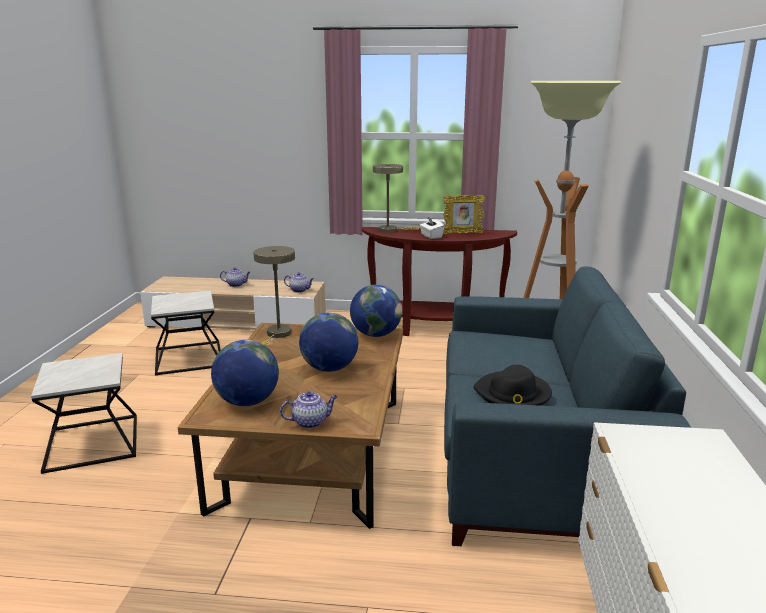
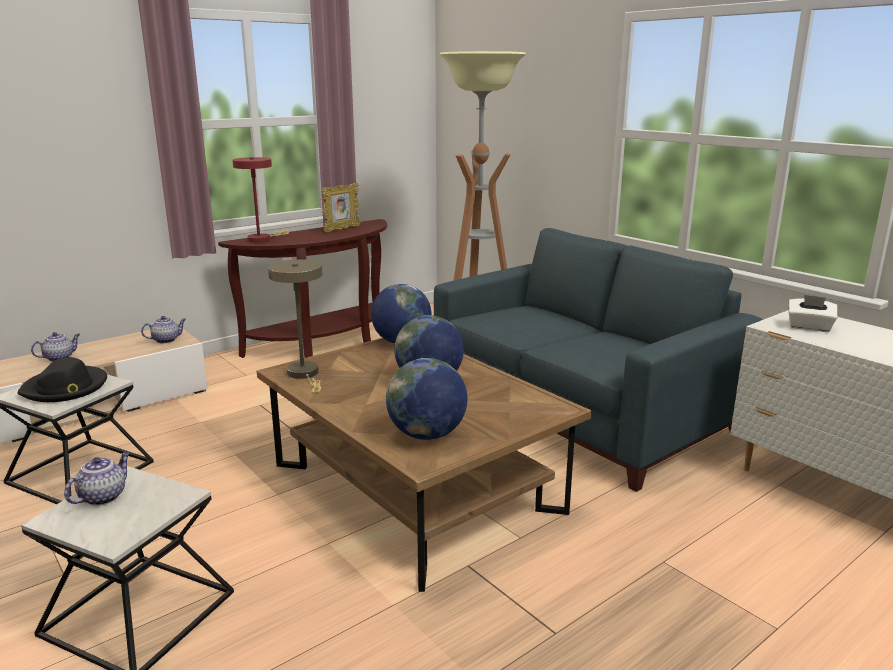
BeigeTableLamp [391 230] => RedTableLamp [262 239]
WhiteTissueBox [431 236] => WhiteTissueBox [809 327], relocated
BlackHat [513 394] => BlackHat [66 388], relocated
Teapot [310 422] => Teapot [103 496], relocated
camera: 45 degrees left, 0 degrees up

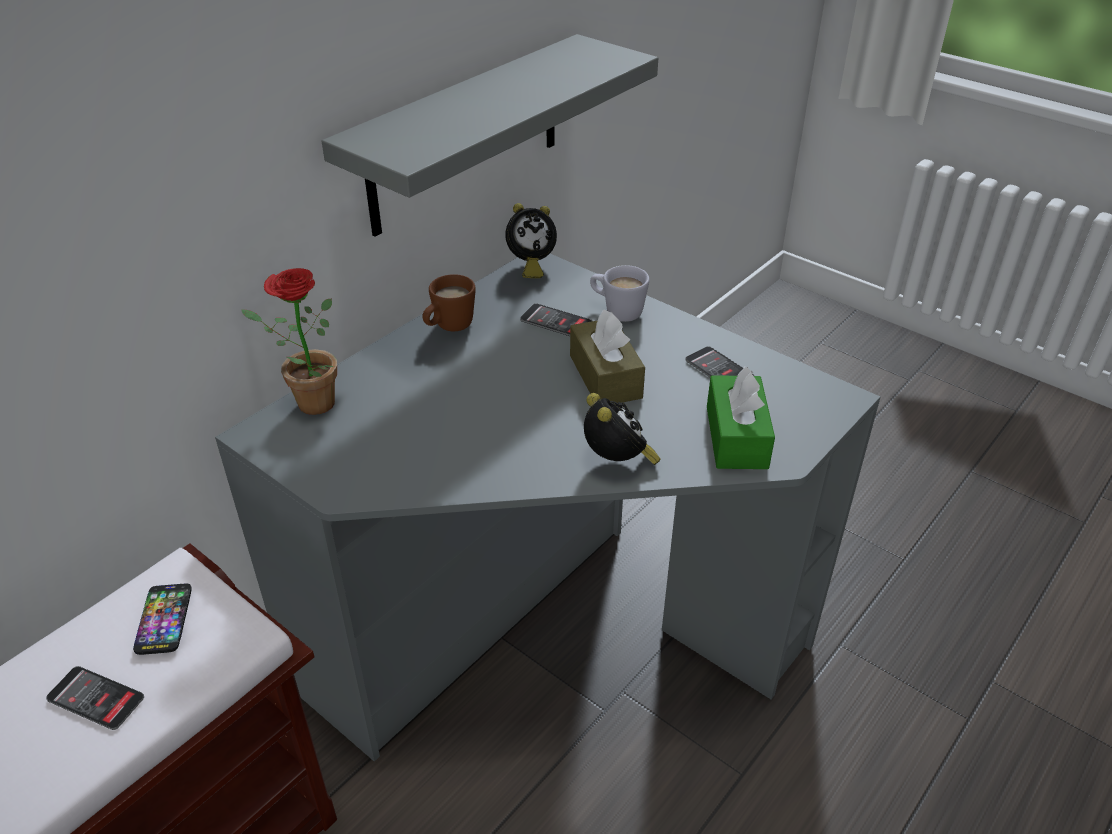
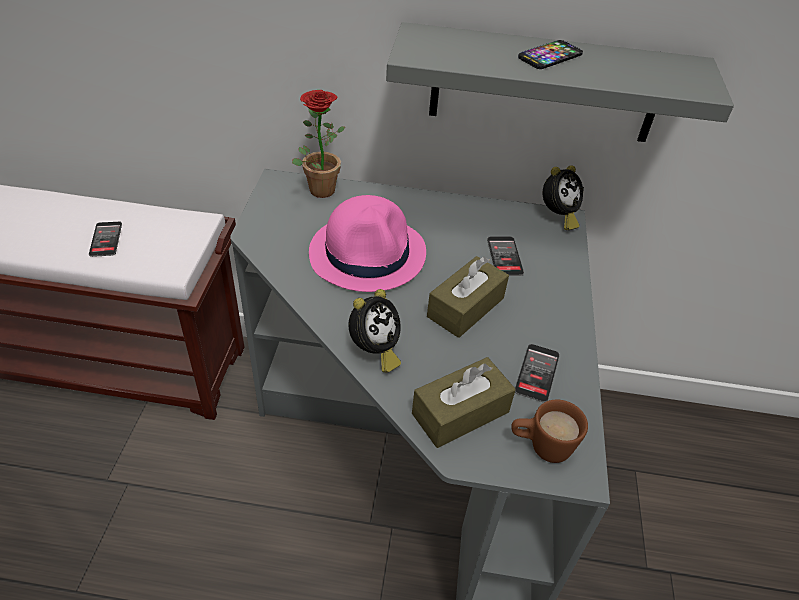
AlarmClock [530 265] => AlarmClock [557 217], 75 degrees counterclockwise
WhiteMug [617 311] => nothing
BrownMug [448 327] => BrownMug [541 447], relocated
GreenTissueBox [736 437] => BrownTissueBox [460 413]
Phone [164 619] => Phone [550 56], relocated
nothing => PinkHat [368 253]
camera: 55 degrees right, 5 degrees up

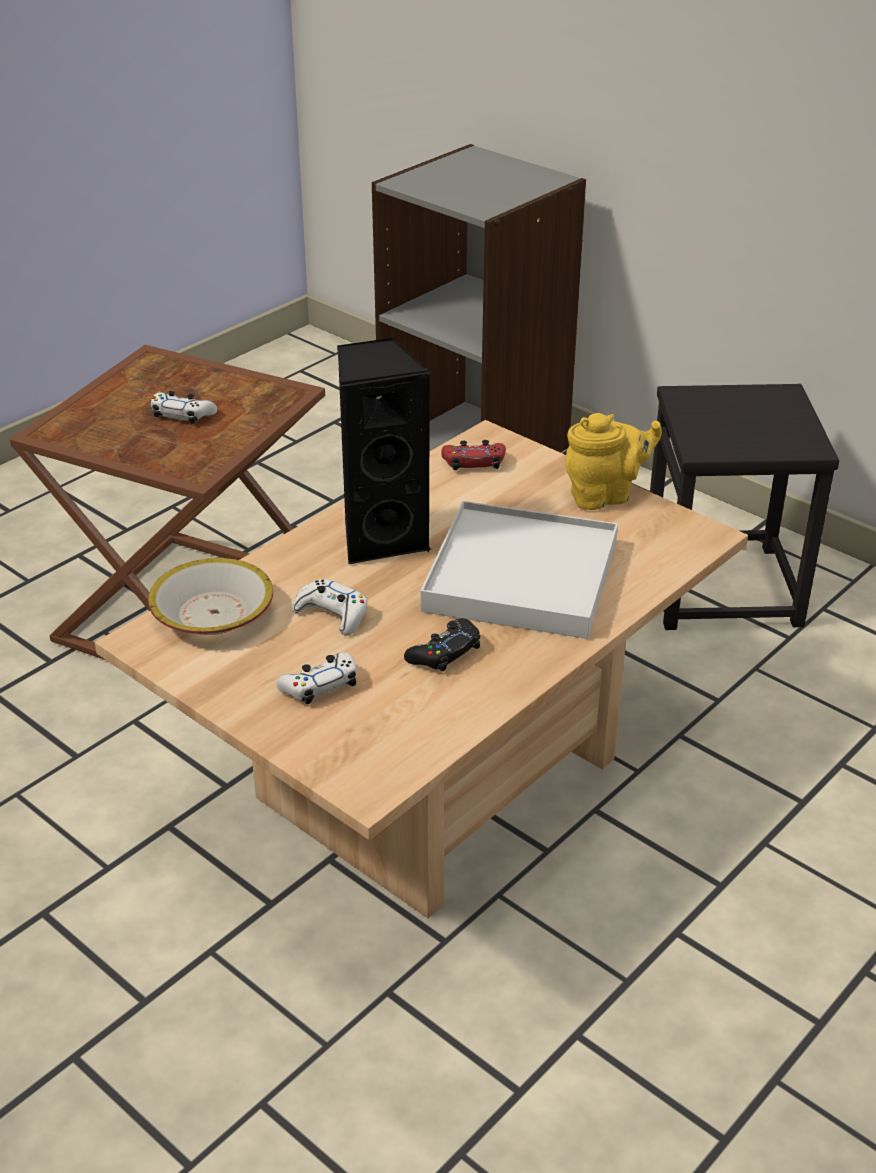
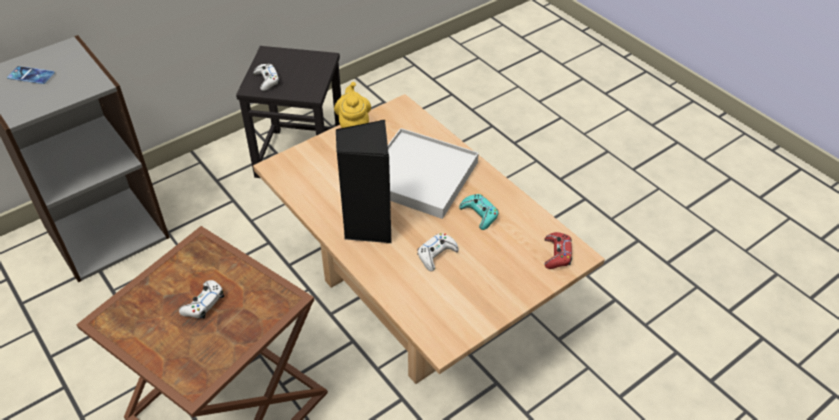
RedGameController [474 462] => RedGameController [557 254], relocated
Bowl [214 614] => nothing
BlackGameController [444 653] => TurquoiseGameController [479 214]
WhiteGameController [320 685] => WhiteGameController [267 80], relocated
nothing => Phone [31 75]
camera: 80 degrees left, 10 degrees up

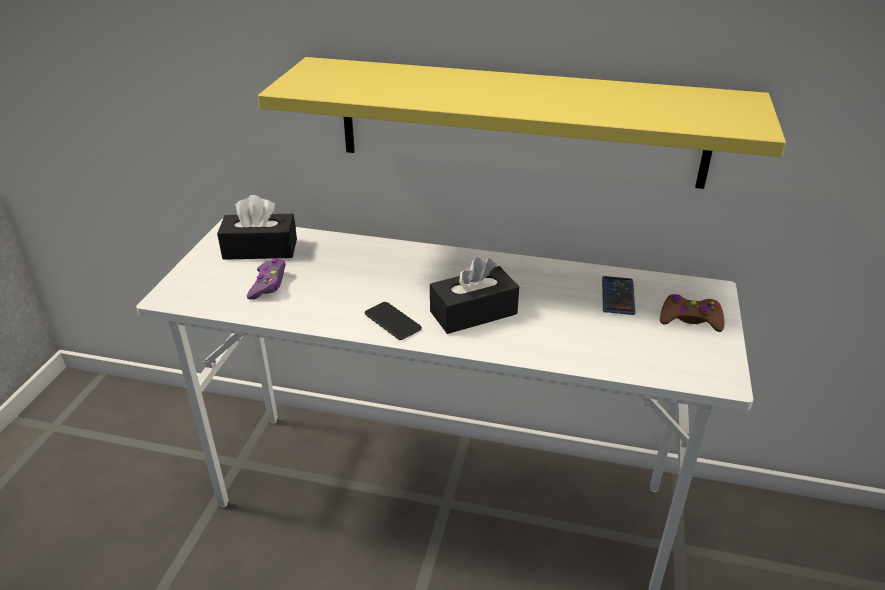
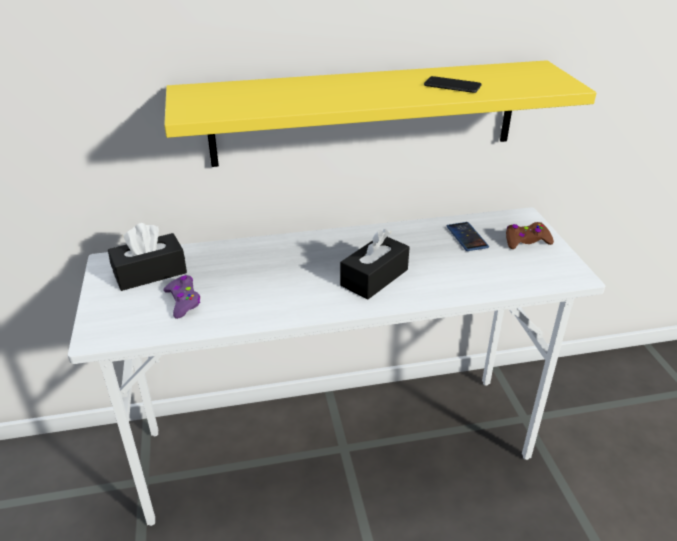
Phone [392 321] => Phone [452 86], relocated
camera: 25 degrees left, 0 degrees up

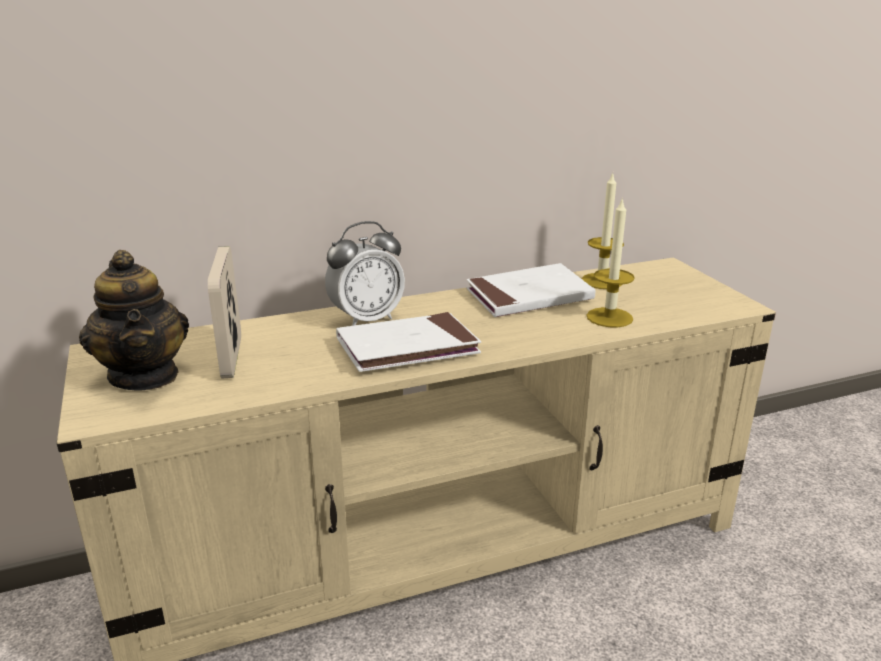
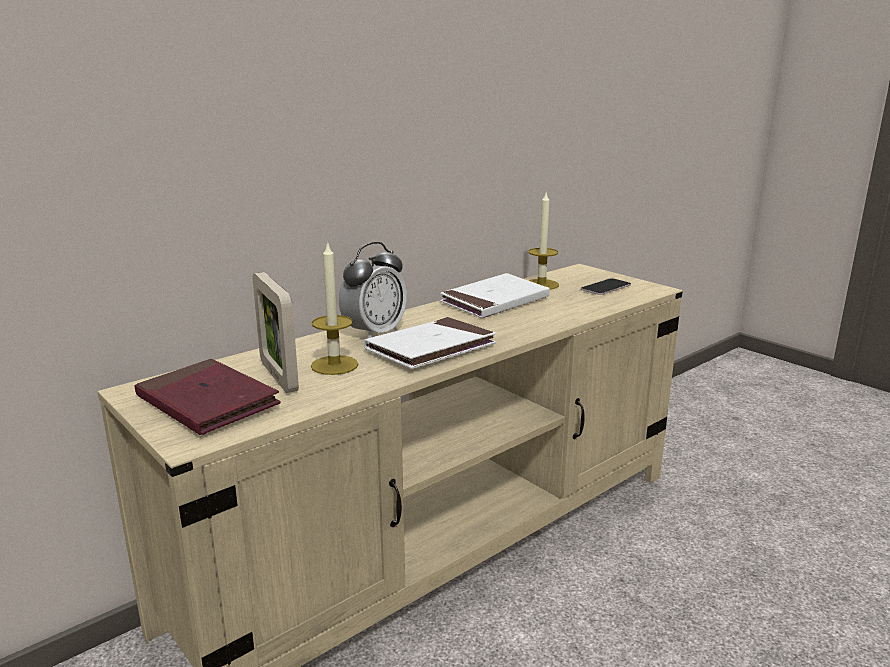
Candle [609 317] => Candle [334 365], relocated
Teapot [145 375] => RedBook [207 402]
nothing => Phone [605 288]
camera: 20 degrees left, 5 degrees down

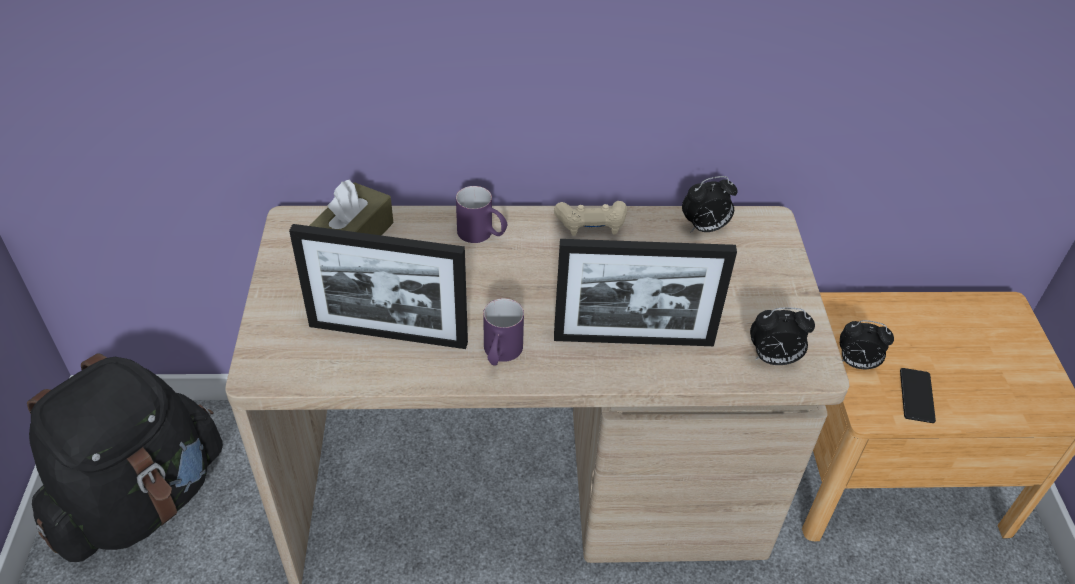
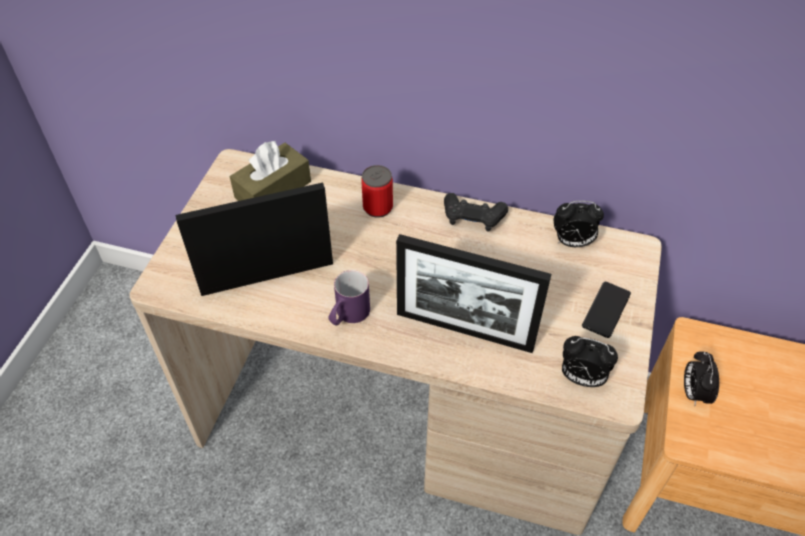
PurpleMug [482 235] => Can [378 207]
BeigeGameController [591 225] => BlackGameController [473 218]
PictureFrame [388 334] => PictureFrame [267 277], 135 degrees clockwise
AlarmClock [856 363] => AlarmClock [693 392], 60 degrees clockwise
BlackBackpack [143 500] => nothing
Phone [916 396] => Phone [606 310], relocated
camera: 20 degrees right, 5 degrees up

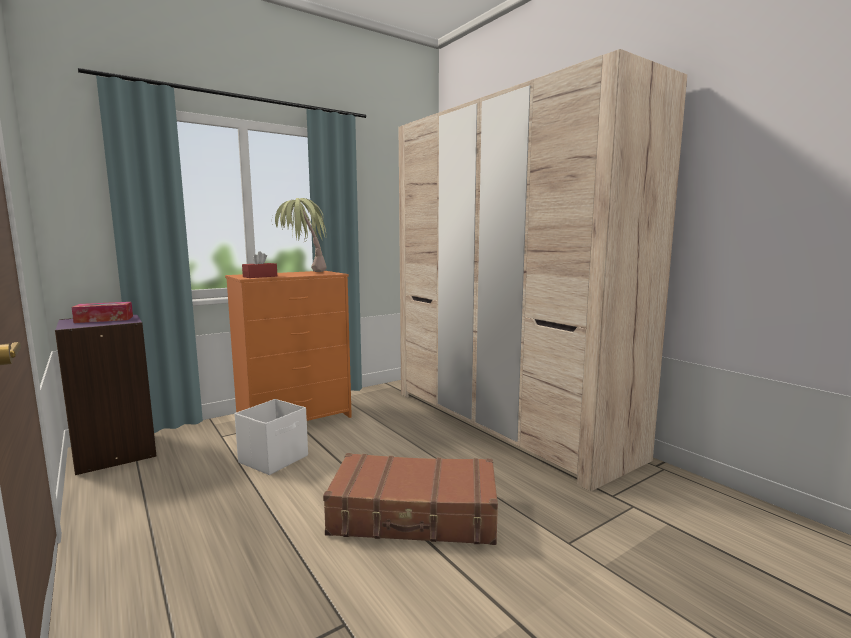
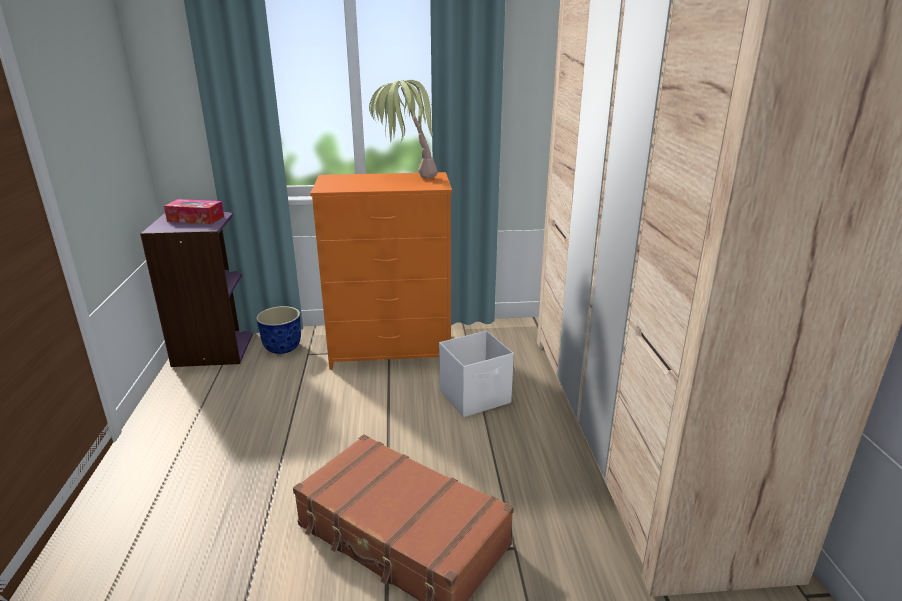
RedTissueBox [260 276] => nothing
WhiteStorageBox [274 459] => WhiteStorageBox [475 397], relocated
nothing => Planter [283 348]
camera: 30 degrees right, 15 degrees up

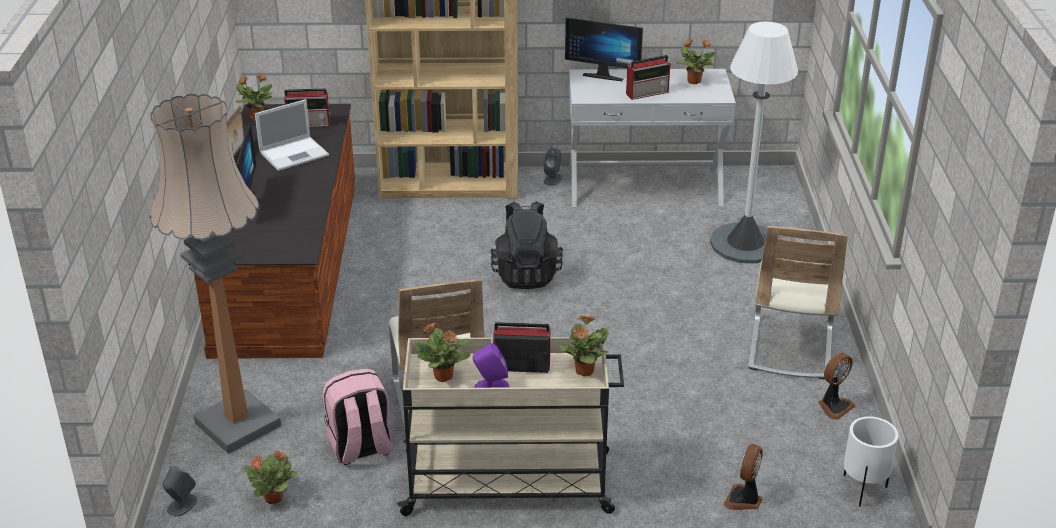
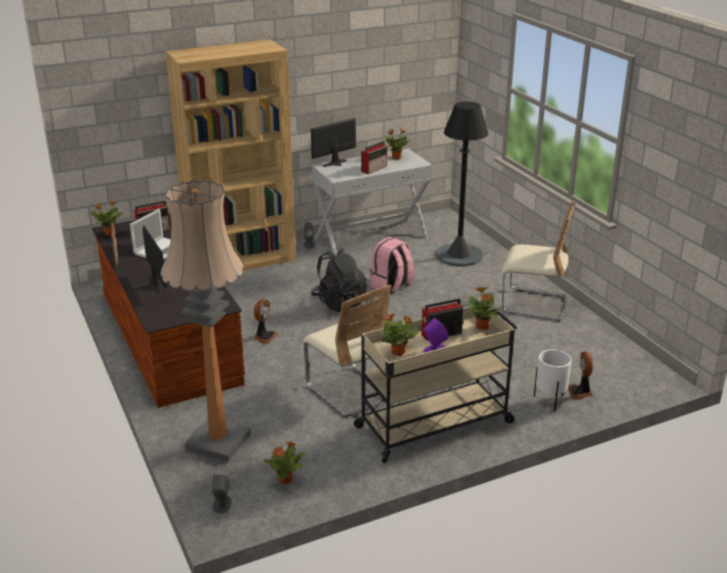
Monitor [604 75] => Monitor [337 164], 150 degrees clockwise
WhiteFloorLamp [745 243] => BlackFloorLamp [459 255]
BeigeChair [790 347] => BeigeChair [533 304], 60 degrees counterclockwise
Fan [834 406] => Fan [264 336], relocated
PinkBackpack [360 448] => PinkBackpack [391 286], relocated
WhitePlanter [863 490] => WhitePlanter [550 402], relocated
camera: 25 degrees left, 5 degrees down

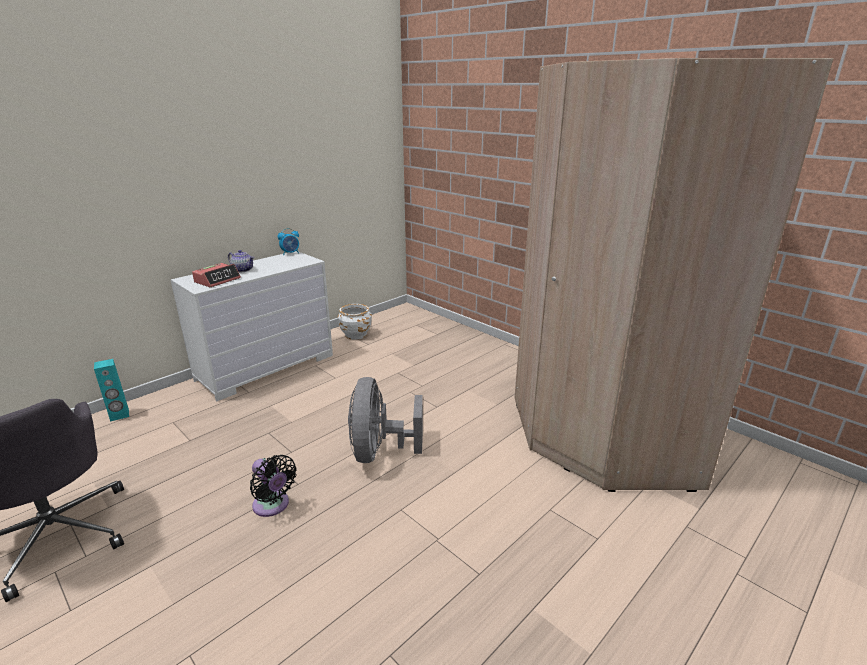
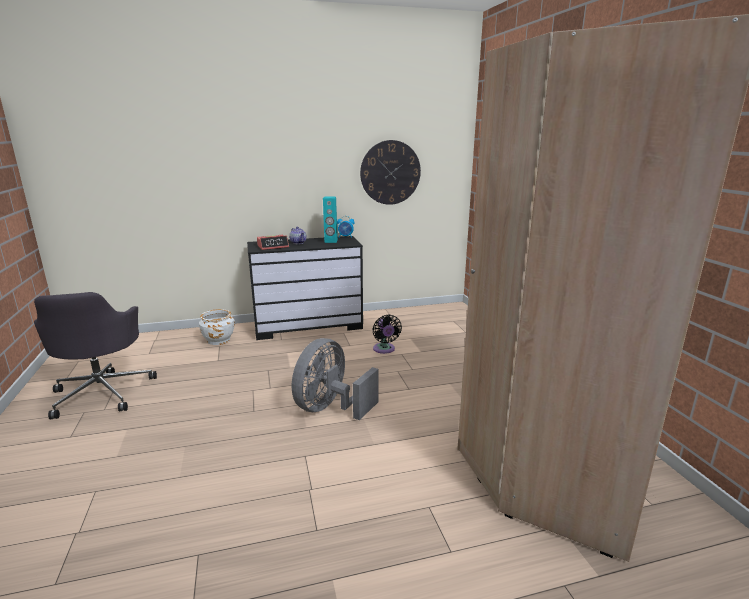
WhiteDresser [266 367] => BlackDresser [308 325]
WhitePlanter [356 334] => WhitePlanter [219 340], relocated
TurquoiseSpeaker [119 415] => TurquoiseSpeaker [331 241], relocated
BlackFan [273 506] => BlackFan [384 349], relocated
nothing => WallClock [390 172]
camera: 30 degrees right, 5 degrees down

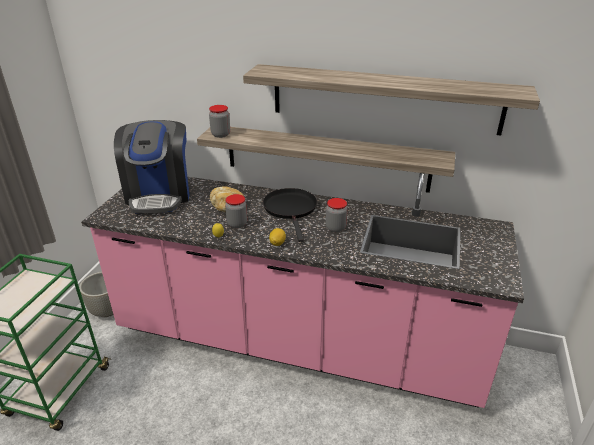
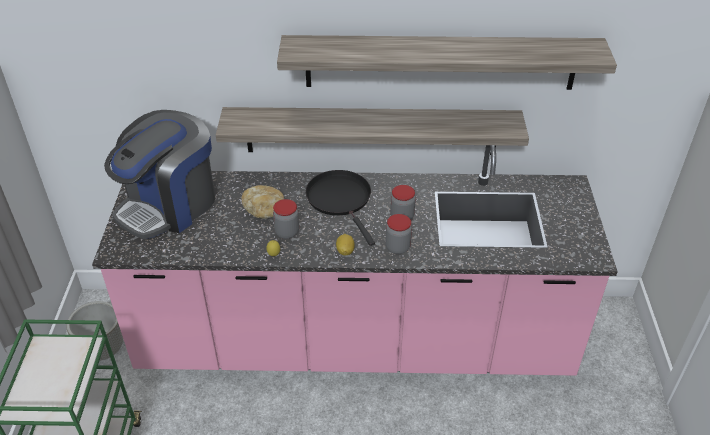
Jar [220 134] => Jar [397 247], relocated
CoffeeMachine [159 194] => CoffeeMachine [169 205], 60 degrees clockwise
camera: 15 degrees left, 10 degrees up

